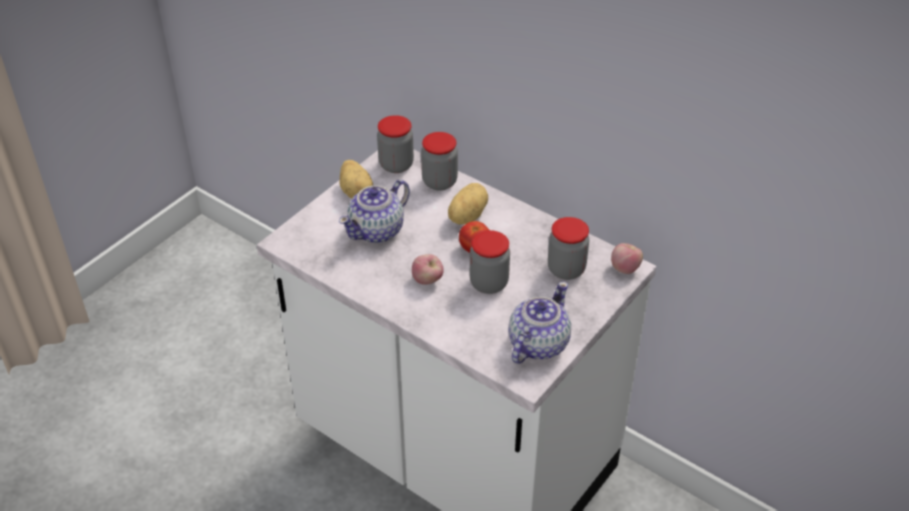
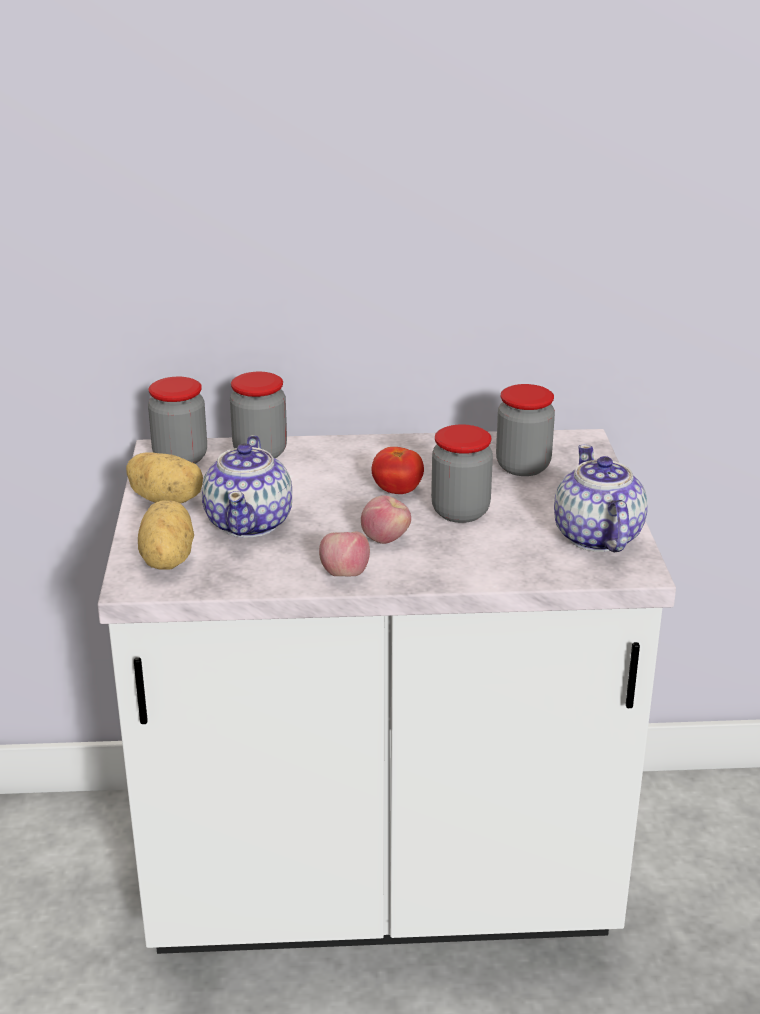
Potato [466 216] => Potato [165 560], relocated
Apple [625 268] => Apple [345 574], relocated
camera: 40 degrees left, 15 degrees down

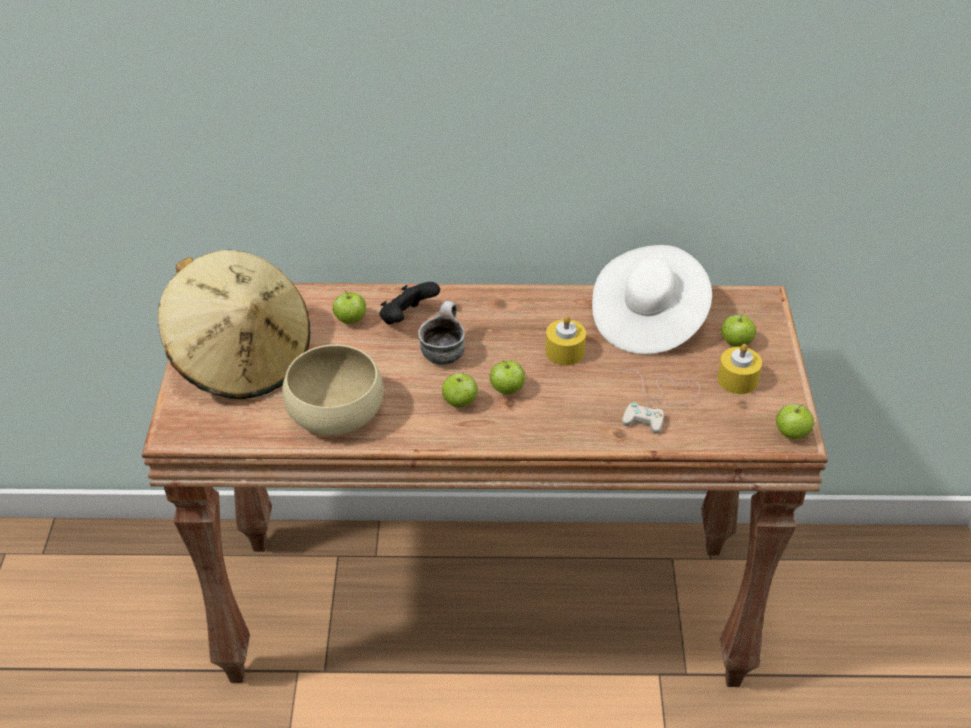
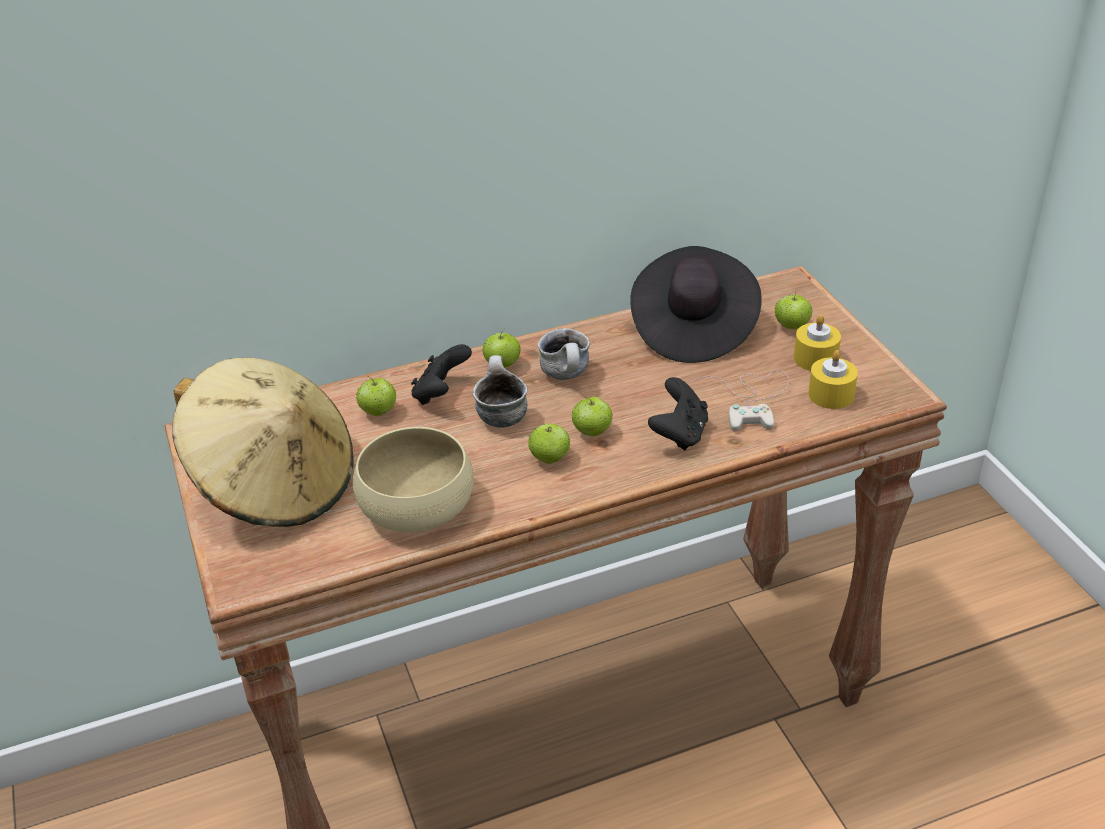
WhiteHat [647 320] => BlackHat [692 329]
YellowCandle [565 351] => YellowCandle [831 394], relocated
Apple [791 434] => Apple [502 365], relocated
nothing => Mug [568 376]
nothing => BlackGameController [679 434]
camera: 20 degrees left, 5 degrees down

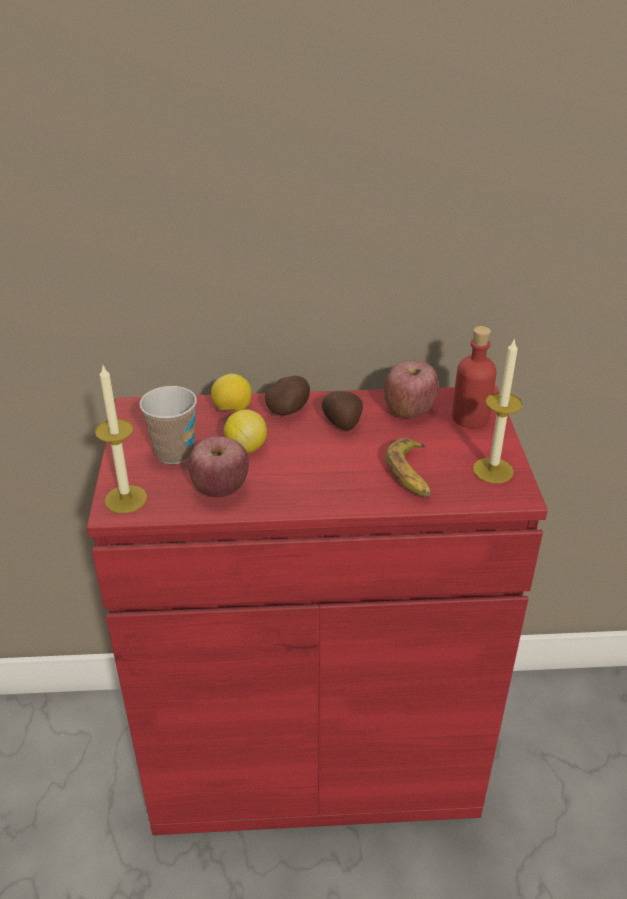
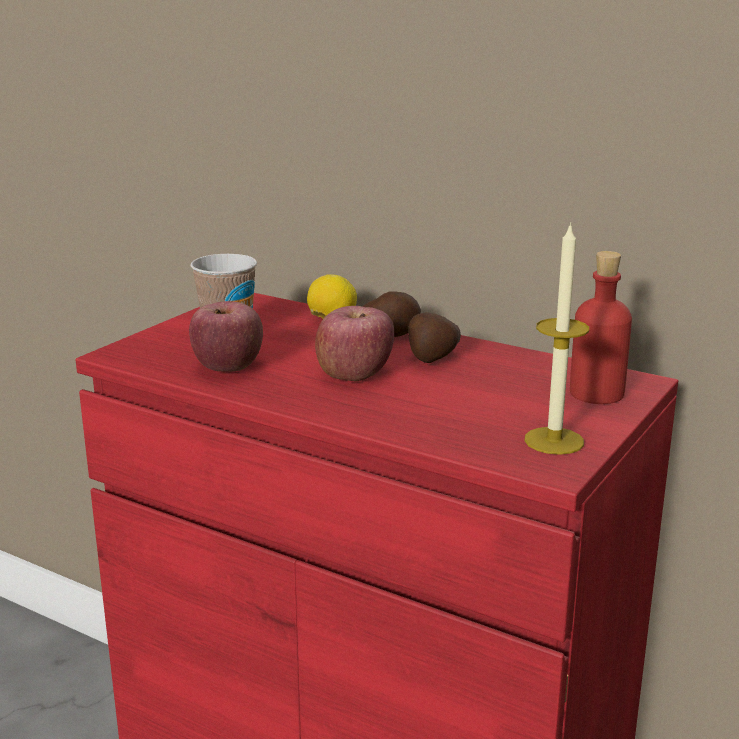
Apple [409 410] => Apple [354 375], relocated
Candle [126 499] => nothing
Lemon [246 447] => nothing
Banana [411 474] => nothing
camera: 35 degrees right, 15 degrees down

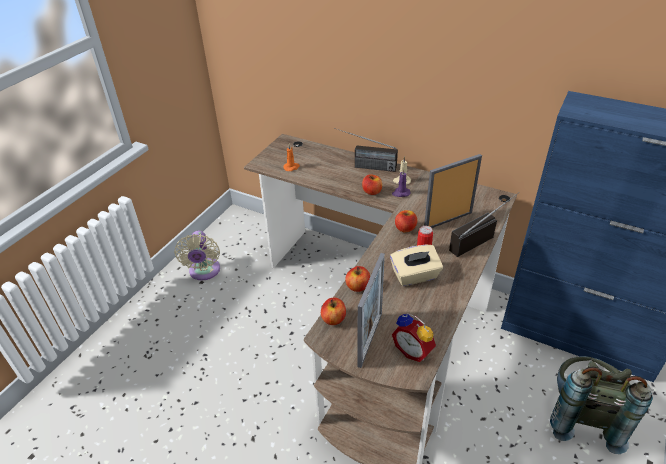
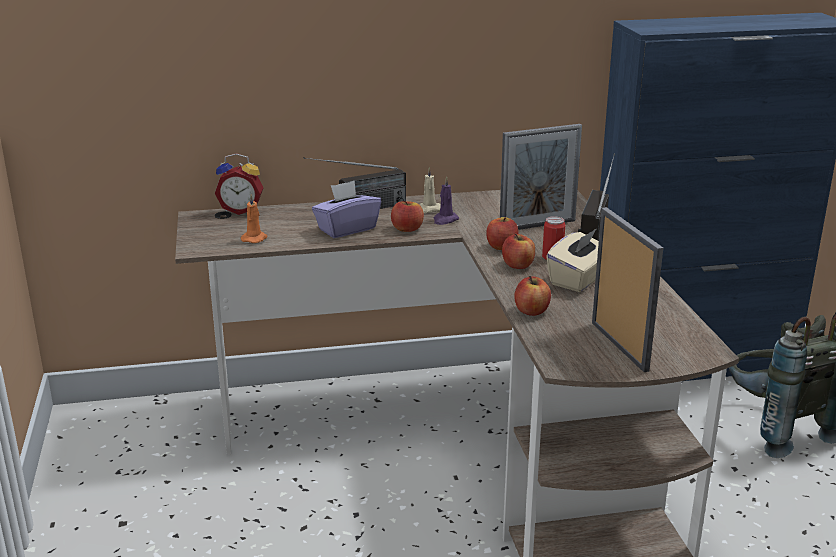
PictureFrame [448 220] => PictureFrame [537 226], 135 degrees counterclockwise
BeigeFan [204 272] => nothing
Apple [333 319] => Apple [518 265], relocated
AlarmClock [413 351] => AlarmClock [241 210], relocated
nothing => PurpleTissueBox [347 229]
camera: 40 degrees left, 15 degrees down

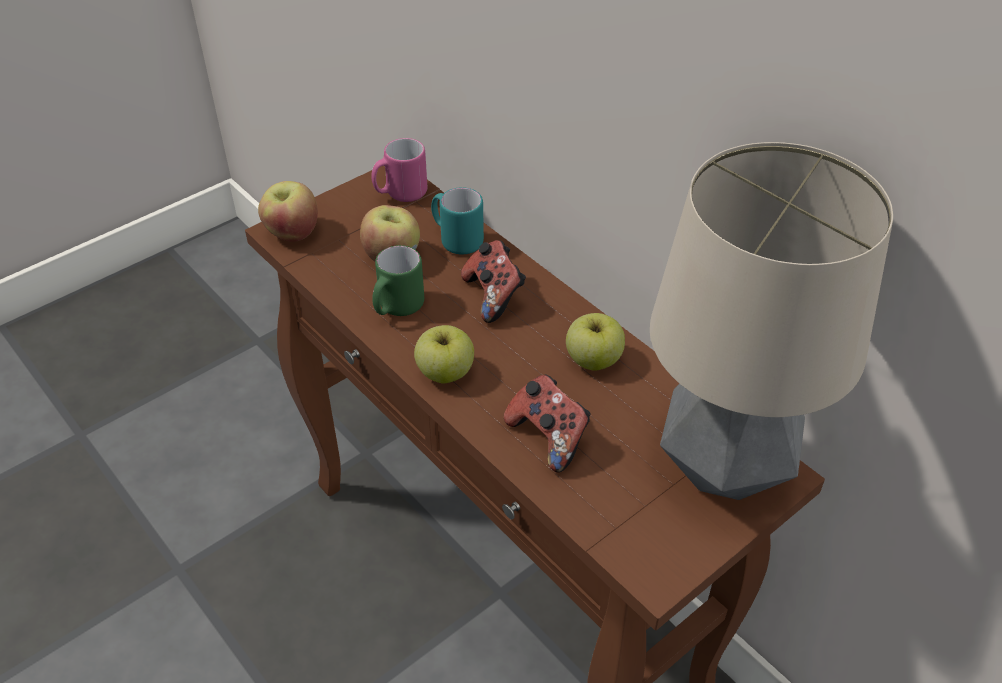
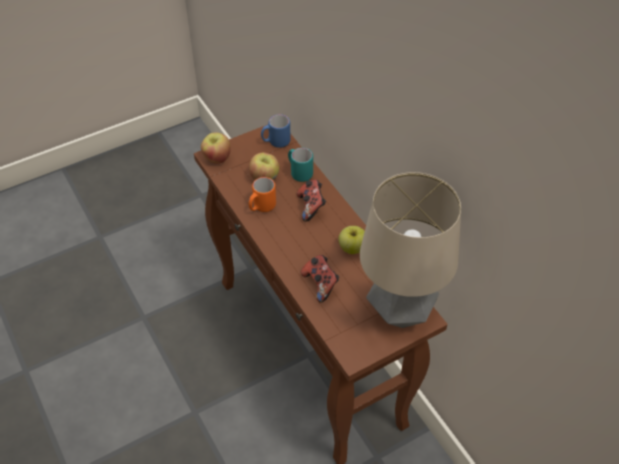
PinkMug [400 194] => BlueMug [276 142]
GreenMug [397 308] => OrangeMug [261 207]
Apple [445 372] => nothing
camera: 10 degrees right, 5 degrees up

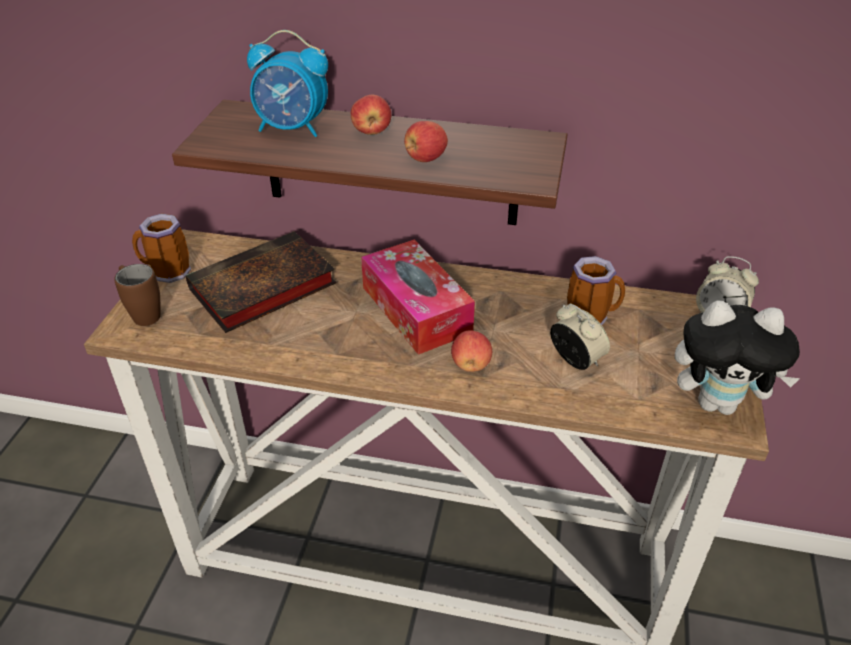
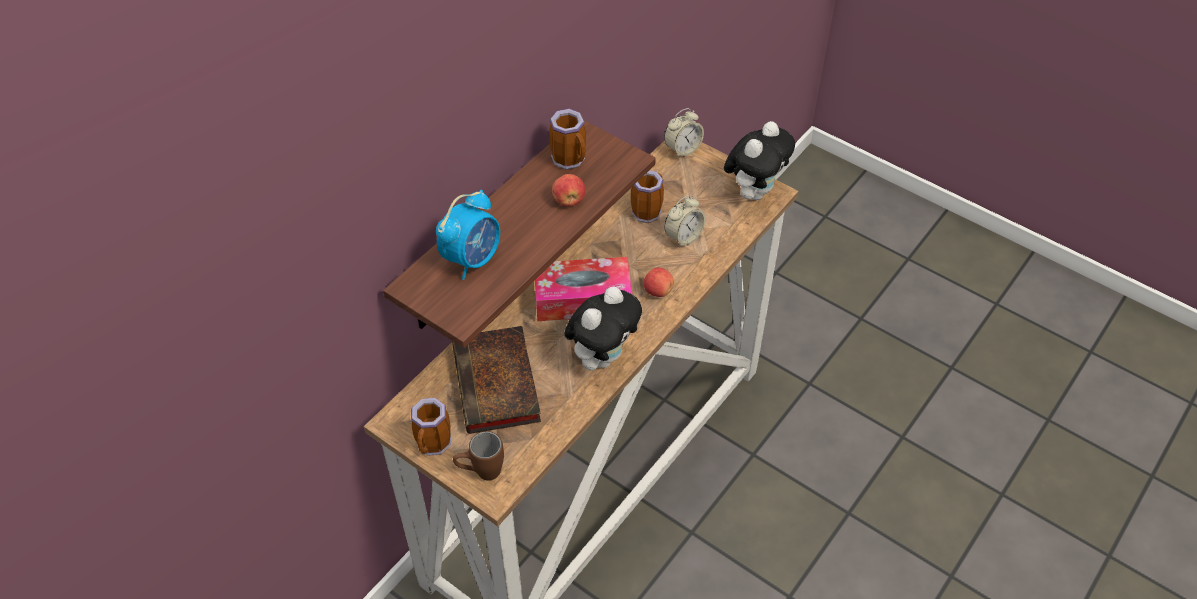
Apple [371 131] => nothing
AlarmClock [575 360] => AlarmClock [683 237], 150 degrees clockwise
nothing => Mug [571 160]
nothing => PlushToy [602 356]
camera: 65 degrees left, 10 degrees up

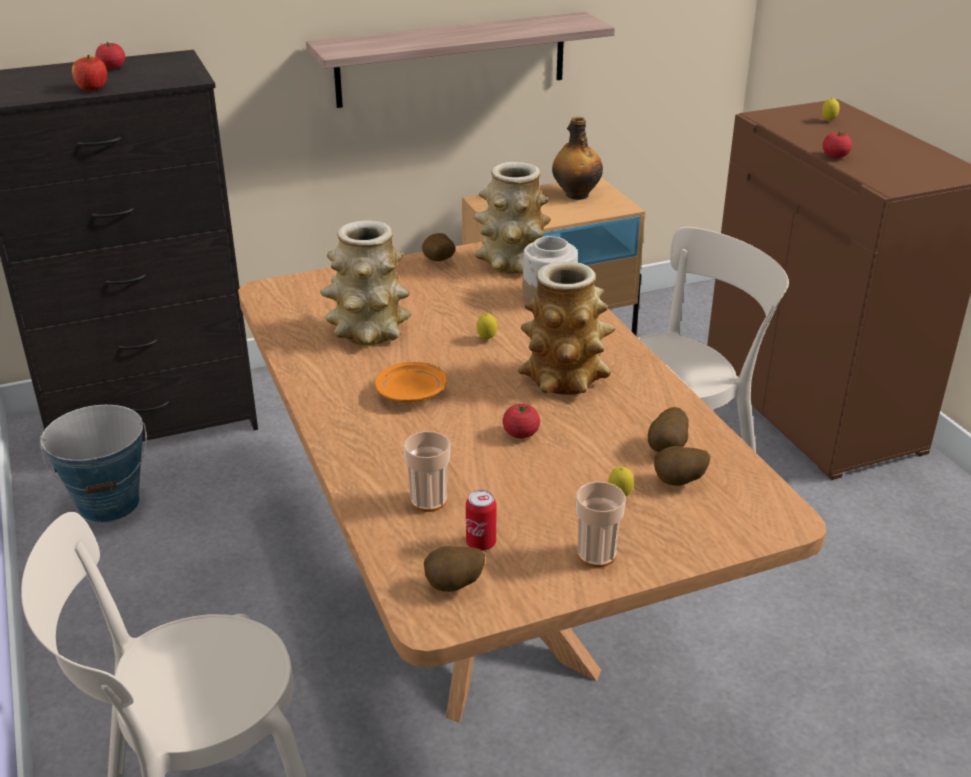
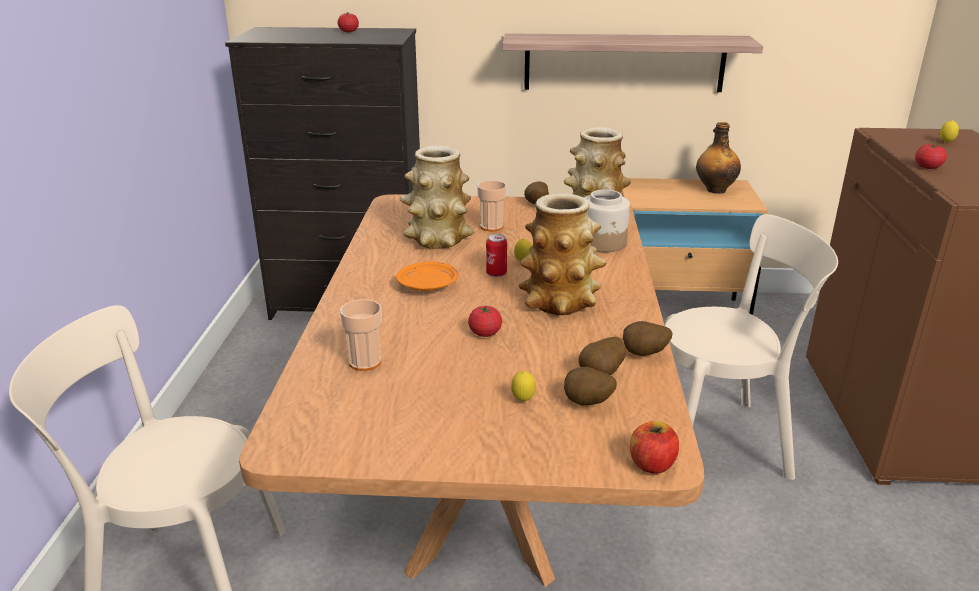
Apple [92 88] => Apple [652 464], relocated
Bucket [109 503] => nothing
Cup [596 554] => Cup [491 227], relocated
Can [481 543] => Can [496 274], relocated
Potato [454 587] => Potato [644 355], relocated
camera: 25 degrees right, 5 degrees down

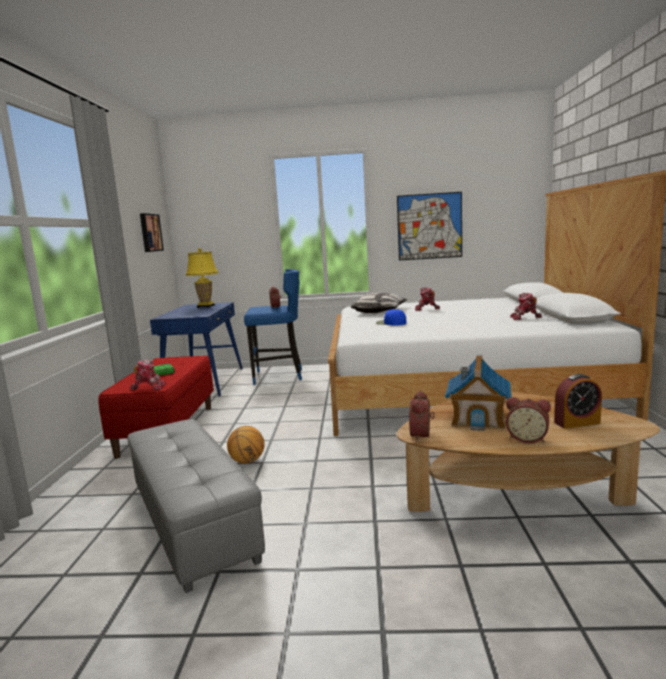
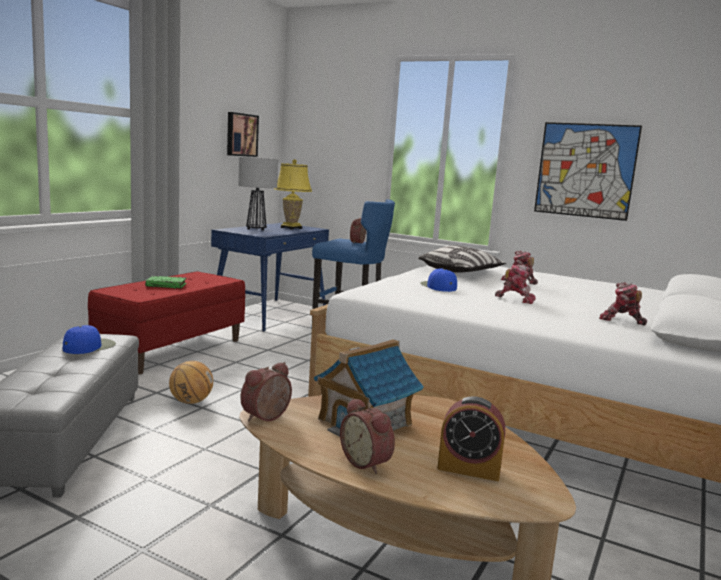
ToyRobot [149 387] => ToyRobot [516 299], relocated
nothing => TableLamp [256 229]
nothing => BlueCap [89 346]
camera: 25 degrees right, 0 degrees up

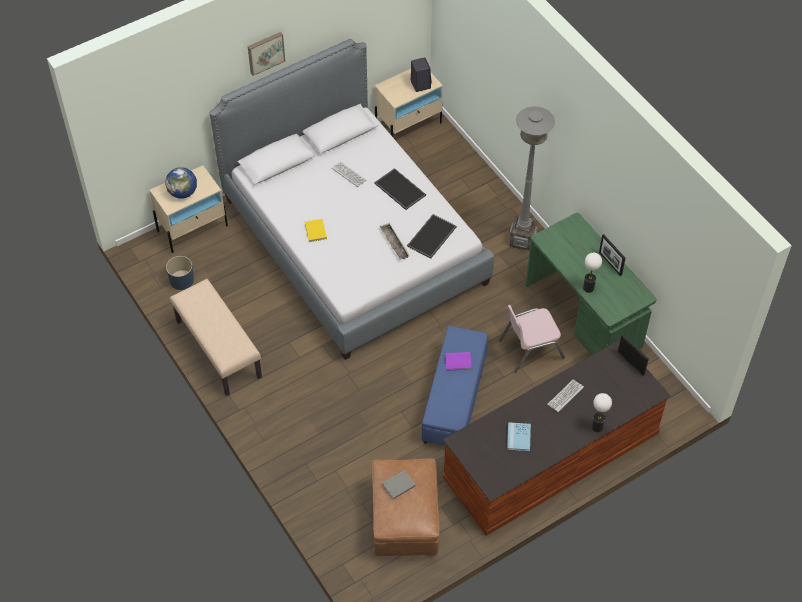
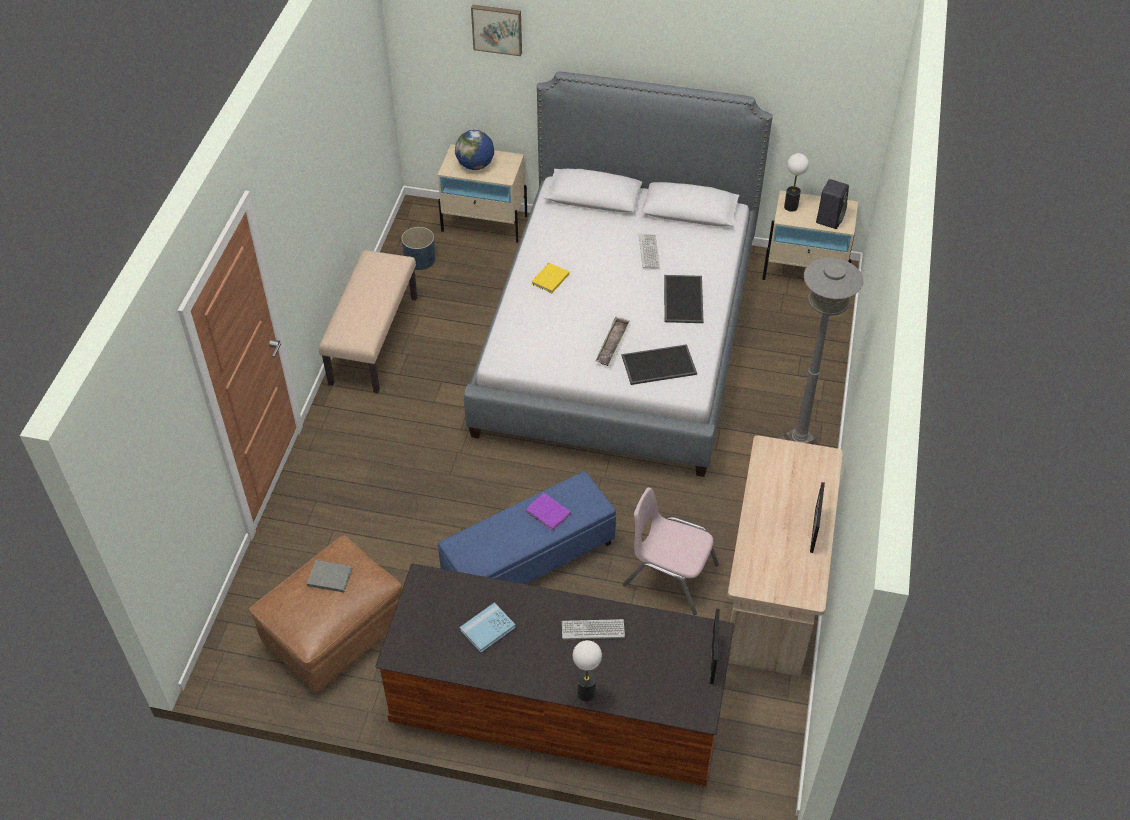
Picture [265 52] => Picture [497 28], relocated
GreenDesk [584 315] => BeigeDesk [773 589]
TableLamp [588 288] => TableLamp [791 207], relocated
camera: 45 degrees right, 5 degrees down

